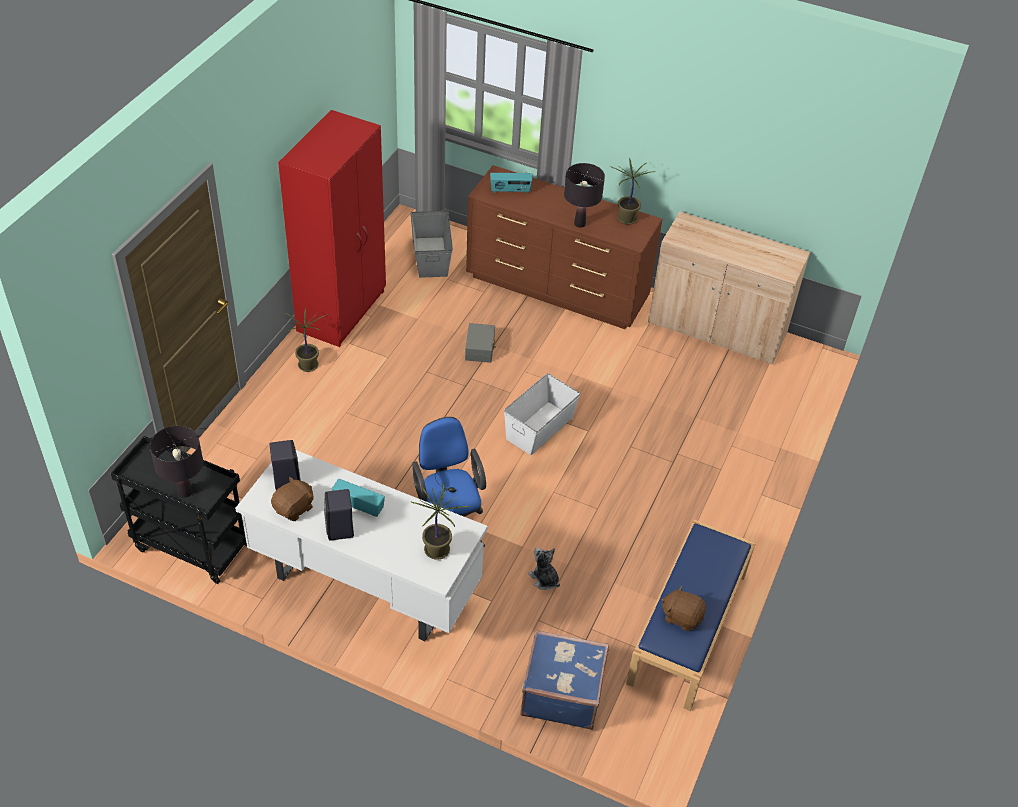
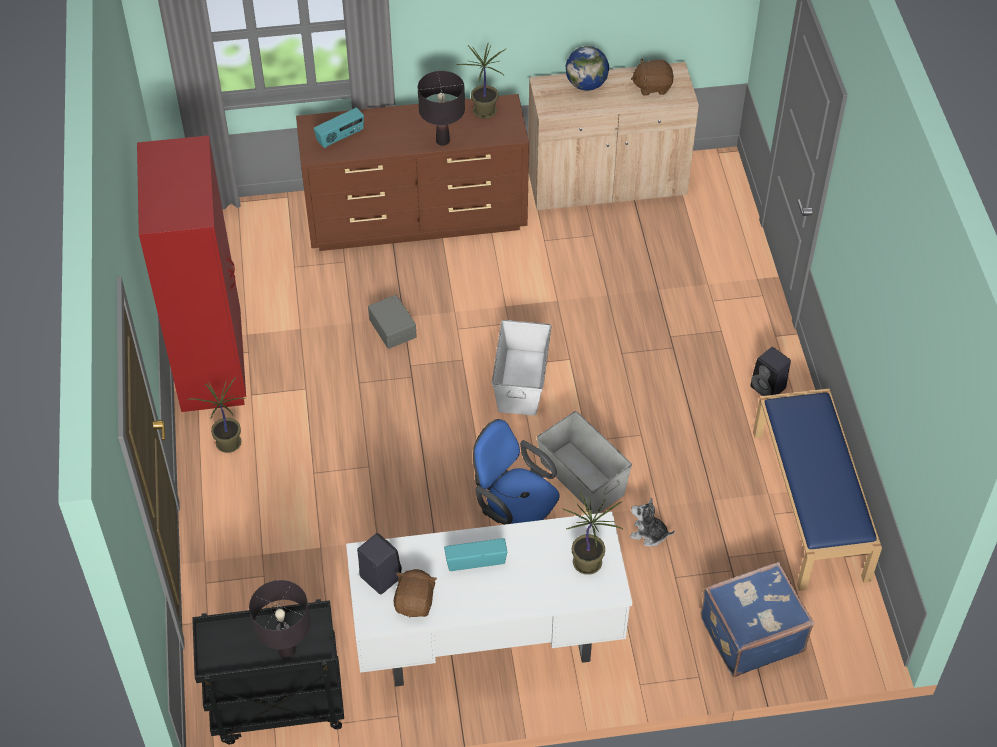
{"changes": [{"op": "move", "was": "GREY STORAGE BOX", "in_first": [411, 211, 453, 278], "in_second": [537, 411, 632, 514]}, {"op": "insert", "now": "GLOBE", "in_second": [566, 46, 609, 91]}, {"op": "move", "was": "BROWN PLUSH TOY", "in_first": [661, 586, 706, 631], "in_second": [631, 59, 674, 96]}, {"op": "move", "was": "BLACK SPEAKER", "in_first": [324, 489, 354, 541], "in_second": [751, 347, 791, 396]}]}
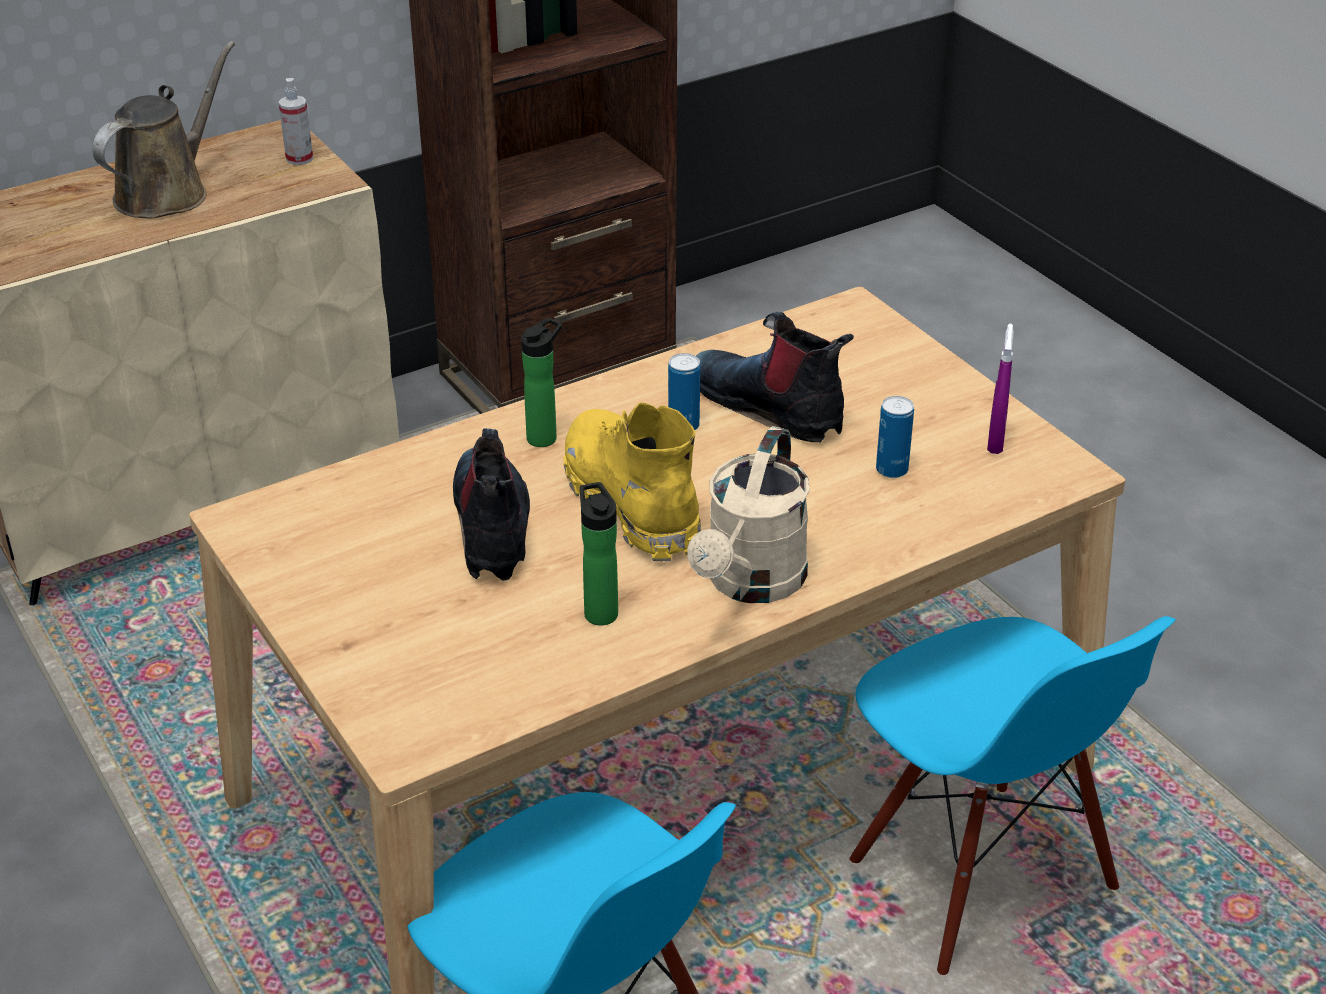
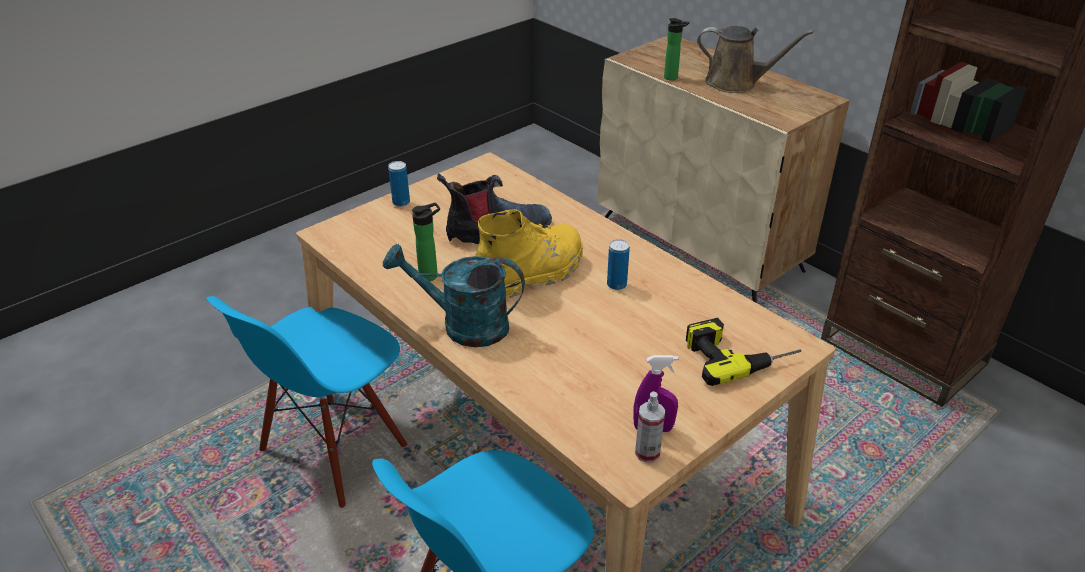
{"changes": [{"op": "recolor", "was": "BEIGE WATERING CAN", "now": "TURQUOISE WATERING CAN", "in_first": [687, 426, 810, 603], "in_second": [383, 244, 525, 347]}, {"op": "move", "was": "CAN", "in_first": [876, 396, 914, 478], "in_second": [388, 161, 410, 207]}, {"op": "move", "was": "SPRAY BOTTLE", "in_first": [279, 78, 313, 165], "in_second": [635, 392, 665, 463]}, {"op": "move", "was": "BOTTLE", "in_first": [521, 318, 562, 447], "in_second": [664, 18, 689, 80]}, {"op": "insert", "now": "POWER DRILL", "in_second": [686, 318, 801, 386]}, {"op": "delete", "was": "BOOT", "in_first": [696, 312, 854, 443]}]}
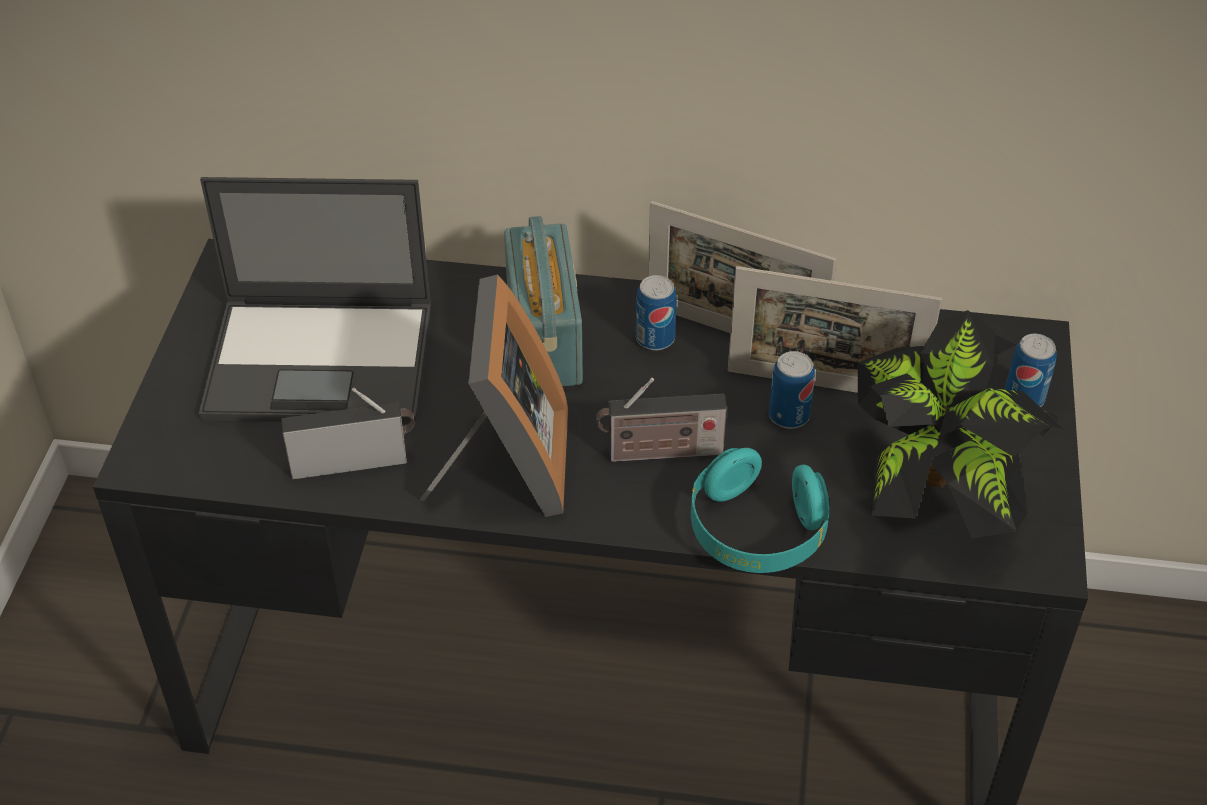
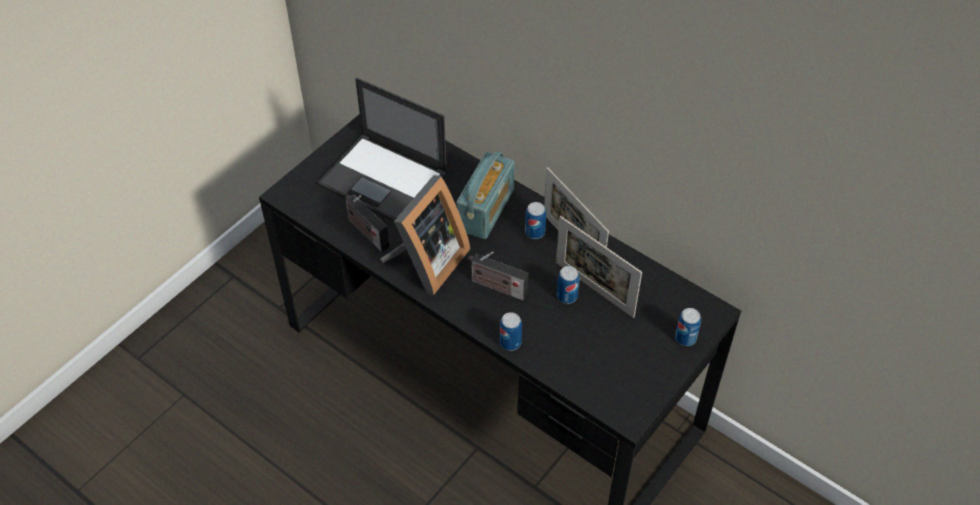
{"changes": [{"op": "rotate", "was": "RADIO", "in_first": [281, 388, 415, 479], "in_second": [345, 194, 390, 252], "clockwise": -150}, {"op": "replace", "was": "TURQUOISE HEADPHONES", "now": "CAN", "in_first": [691, 448, 830, 573], "in_second": [500, 312, 522, 351]}, {"op": "delete", "was": "POTTED PLANT", "in_first": [858, 310, 1063, 539]}]}
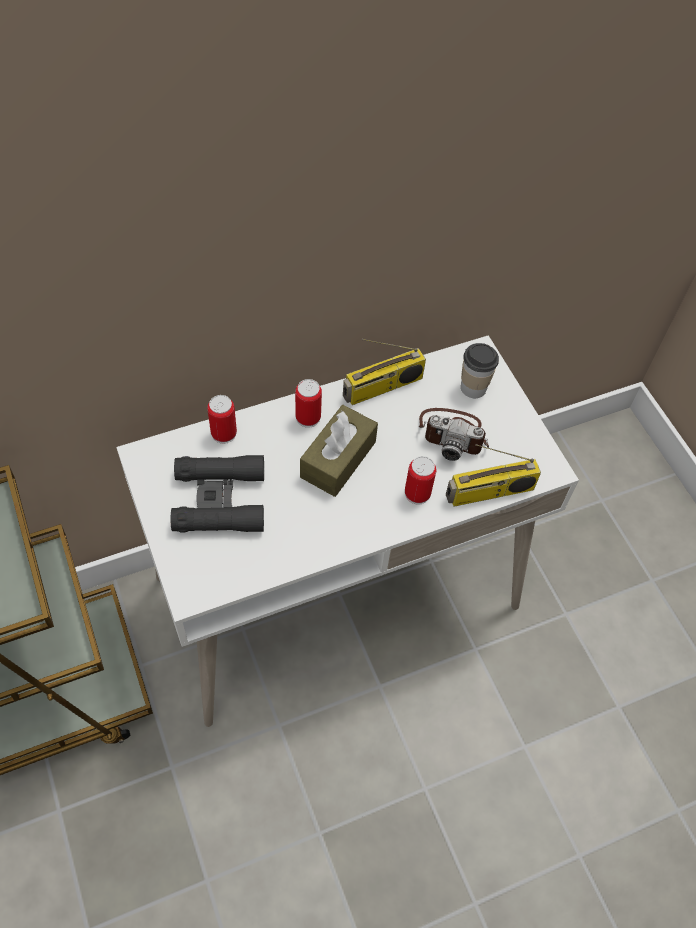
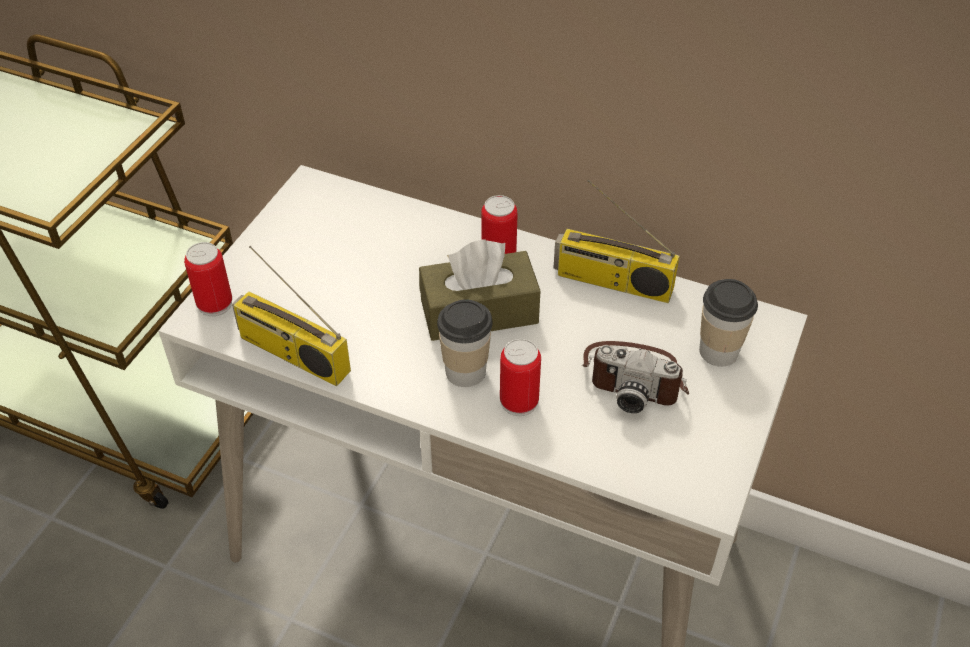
{"changes": [{"op": "move", "was": "CAN", "in_first": [207, 395, 237, 444], "in_second": [184, 242, 232, 316]}, {"op": "move", "was": "RADIO", "in_first": [446, 444, 541, 506], "in_second": [232, 245, 351, 386]}, {"op": "insert", "now": "CUP", "in_second": [437, 299, 493, 387]}, {"op": "rotate", "was": "PHOTO CAMERA", "in_first": [419, 408, 489, 461], "in_second": [582, 341, 689, 413], "clockwise": -45}, {"op": "delete", "was": "BLACK BINOCULARS", "in_first": [171, 455, 264, 533]}]}
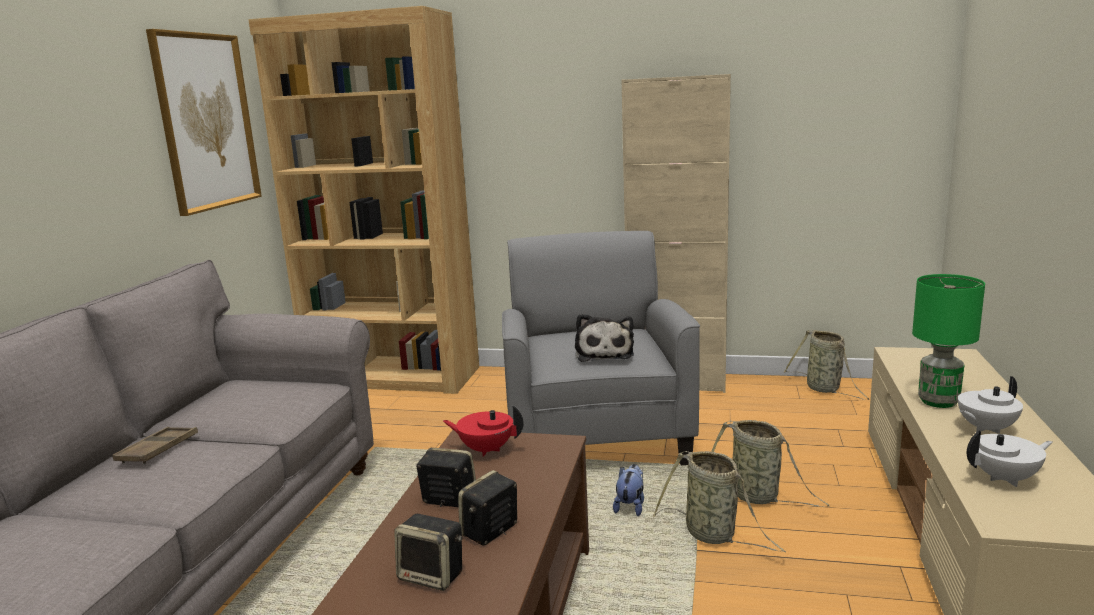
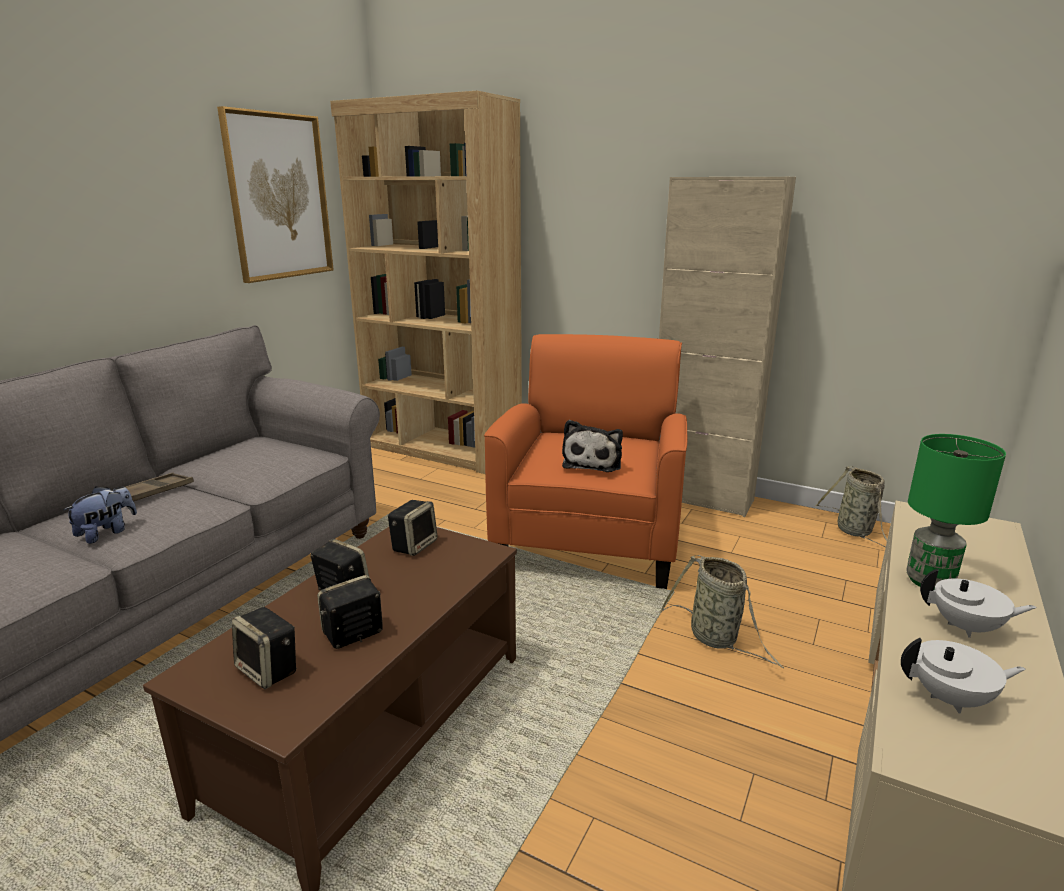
{"changes": [{"op": "move", "was": "PLUSH TOY", "in_first": [613, 464, 644, 516], "in_second": [64, 486, 137, 544]}, {"op": "replace", "was": "RED TEAPOT", "now": "SPEAKER", "in_first": [443, 405, 524, 456], "in_second": [388, 500, 437, 556]}, {"op": "recolor", "was": "GREY ARMCHAIR", "now": "ORANGE ARMCHAIR", "in_first": [502, 231, 700, 465], "in_second": [484, 334, 687, 589]}, {"op": "rotate", "was": "WHITE TEAPOT", "in_first": [958, 376, 1023, 434], "in_second": [920, 569, 1037, 638], "clockwise": -150}, {"op": "delete", "was": "BASKET", "in_first": [653, 451, 786, 553]}]}
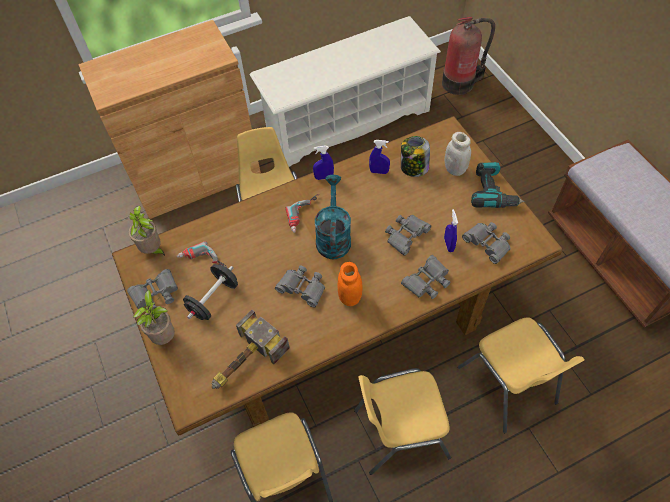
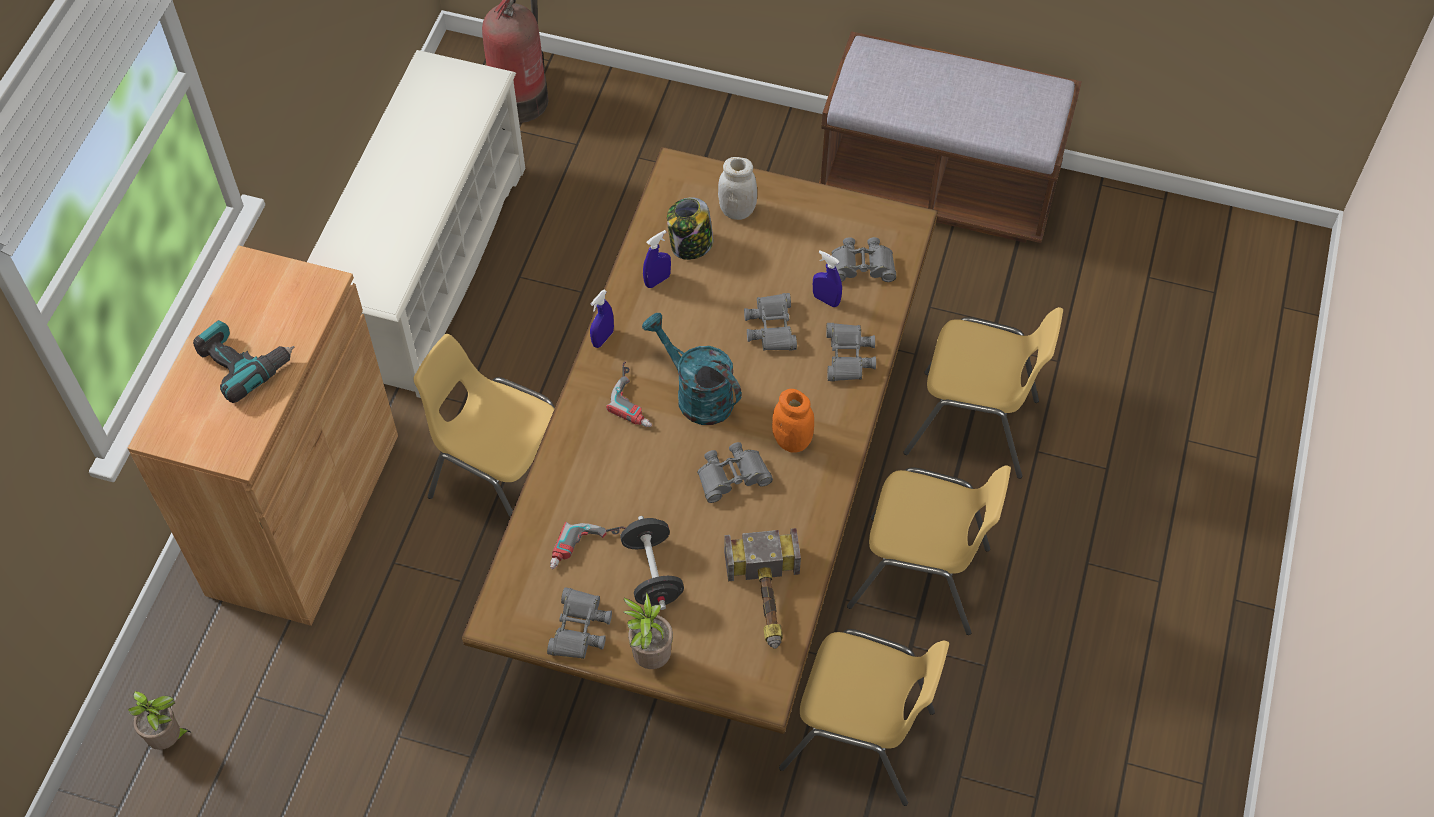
{"changes": [{"op": "move", "was": "POTTED PLANT", "in_first": [129, 206, 165, 256], "in_second": [128, 691, 192, 750]}, {"op": "move", "was": "POWER DRILL", "in_first": [471, 162, 524, 208], "in_second": [193, 320, 295, 403]}, {"op": "rotate", "was": "YELLOW CHAIR", "in_first": [354, 368, 451, 475], "in_second": [847, 465, 1011, 635], "clockwise": -105}]}
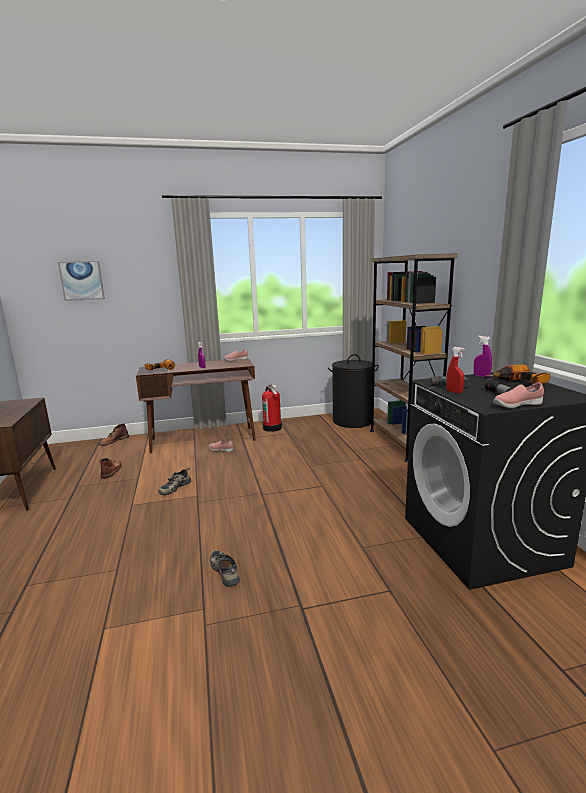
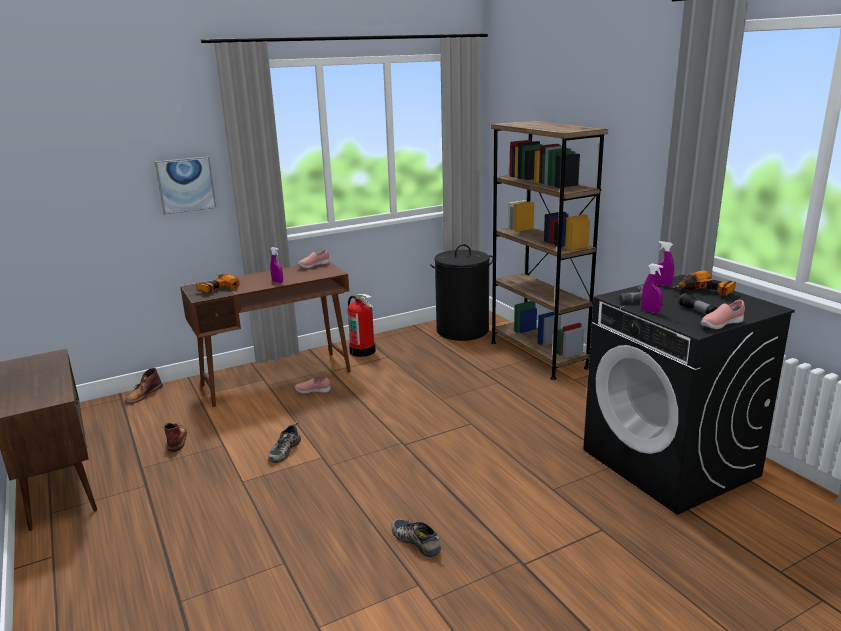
{"changes": [{"op": "move", "was": "PICTURE", "in_first": [58, 261, 105, 301], "in_second": [155, 157, 216, 215]}, {"op": "recolor", "was": "RED SPRAY BOTTLE", "now": "PURPLE SPRAY BOTTLE", "in_first": [446, 347, 464, 394], "in_second": [641, 264, 663, 313]}]}
